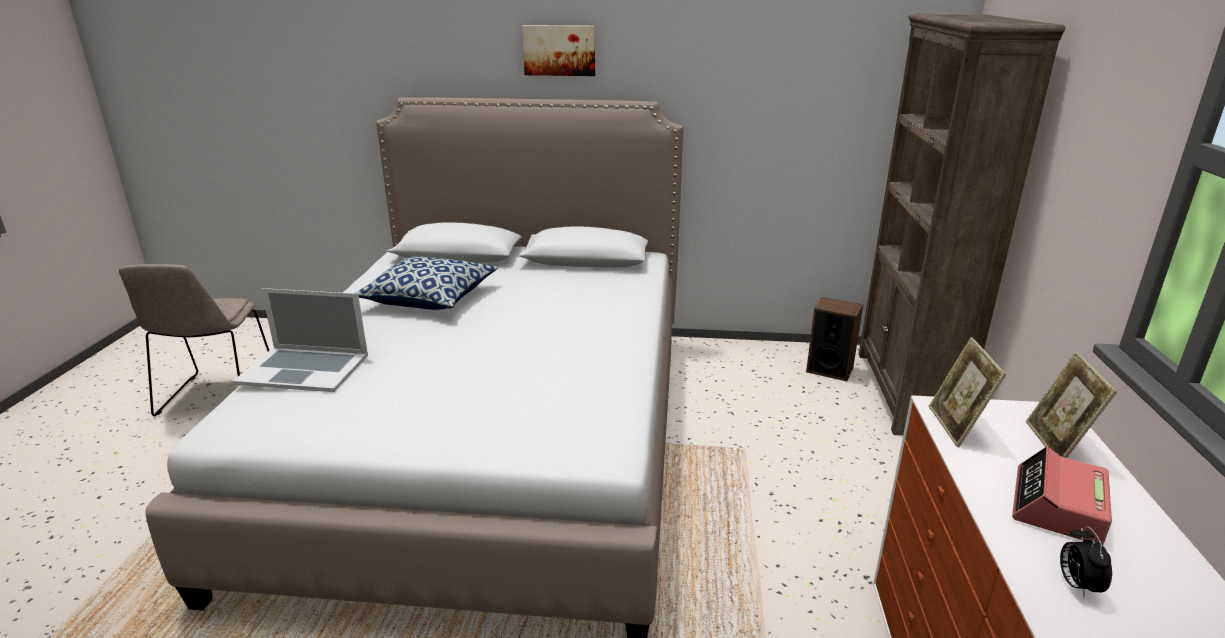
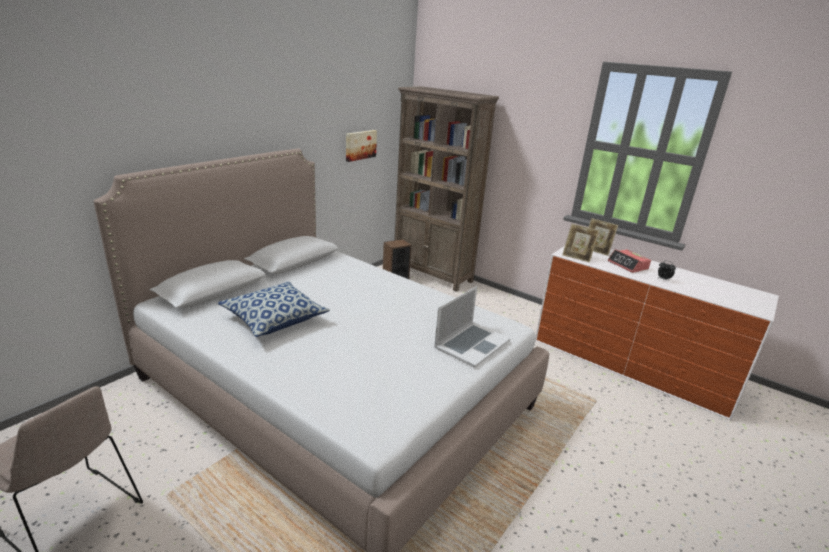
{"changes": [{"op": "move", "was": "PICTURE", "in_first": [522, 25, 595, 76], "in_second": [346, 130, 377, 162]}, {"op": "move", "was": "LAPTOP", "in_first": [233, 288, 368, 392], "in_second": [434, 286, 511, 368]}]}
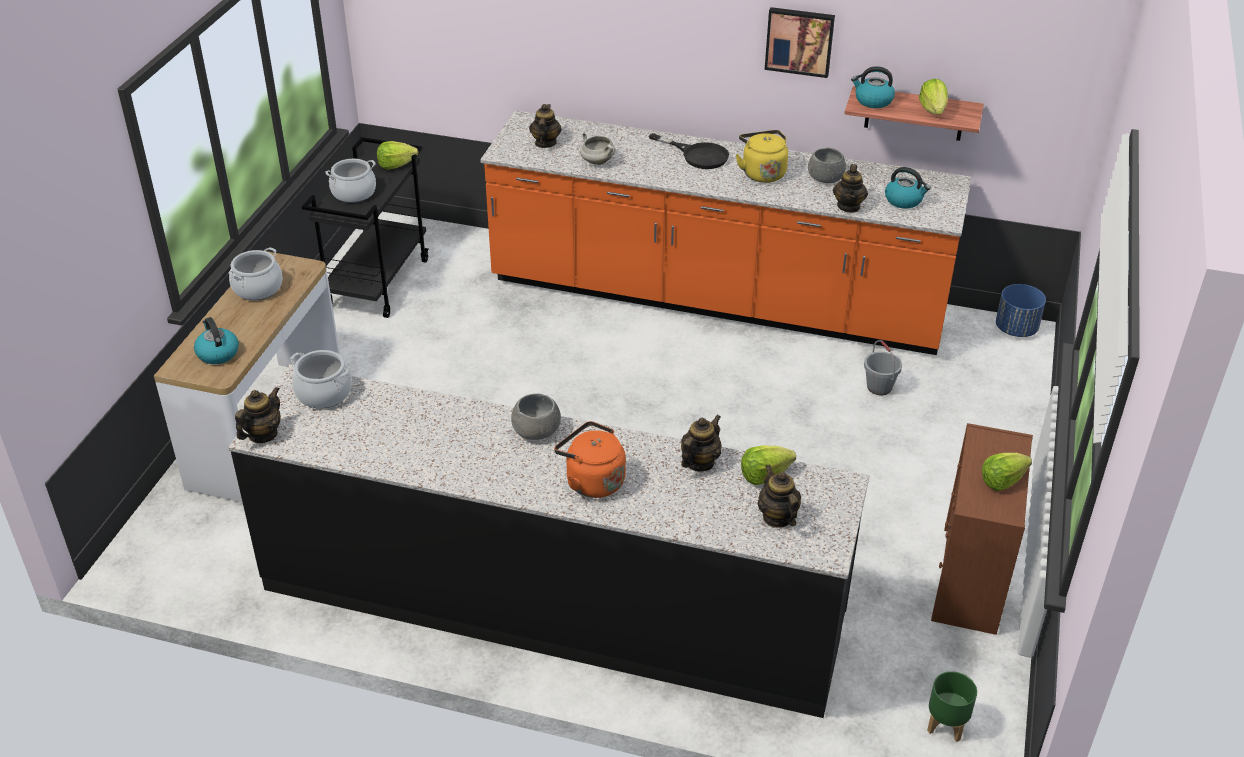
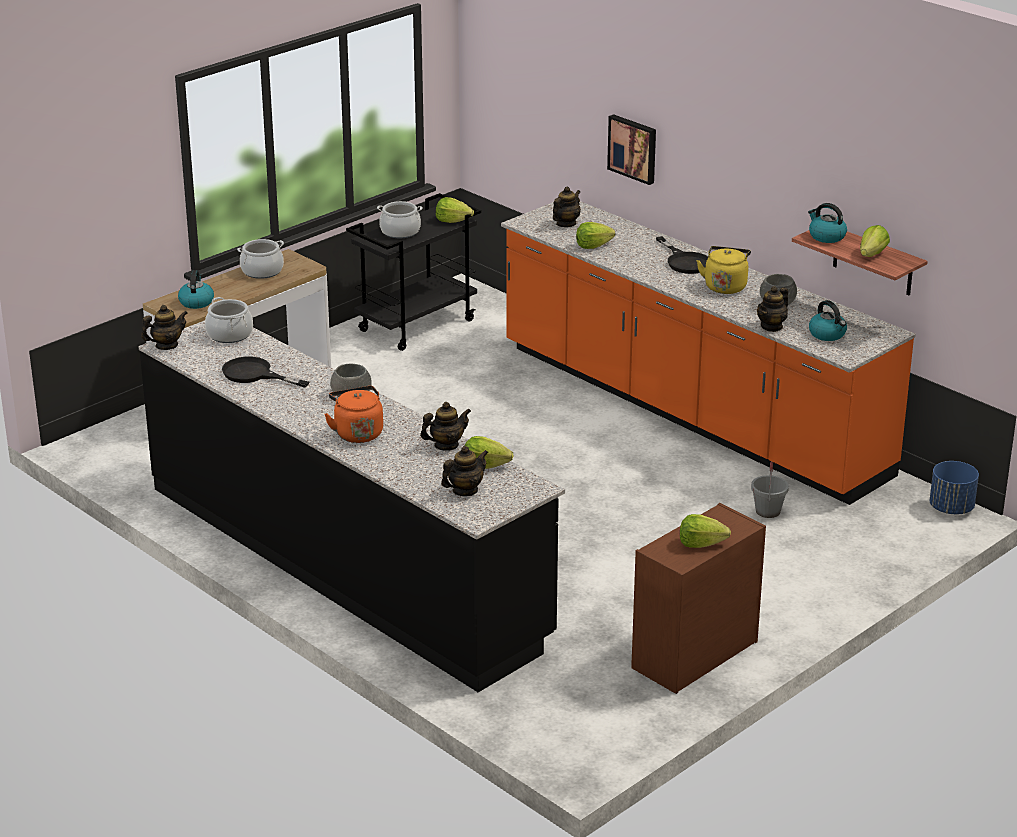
{"changes": [{"op": "insert", "now": "BLACK FRYING PAN", "in_second": [222, 357, 309, 388]}, {"op": "rotate", "was": "TEAPOT", "in_first": [758, 465, 801, 528], "in_second": [441, 446, 488, 496], "clockwise": 45}, {"op": "replace", "was": "WHITE COOKING POT", "now": "LETTUCE", "in_first": [580, 132, 615, 165], "in_second": [576, 222, 615, 249]}, {"op": "move", "was": "PICTURE", "in_first": [765, 7, 835, 78], "in_second": [607, 114, 656, 185]}, {"op": "delete", "was": "GREEN PLANTER", "in_first": [927, 671, 977, 742]}]}
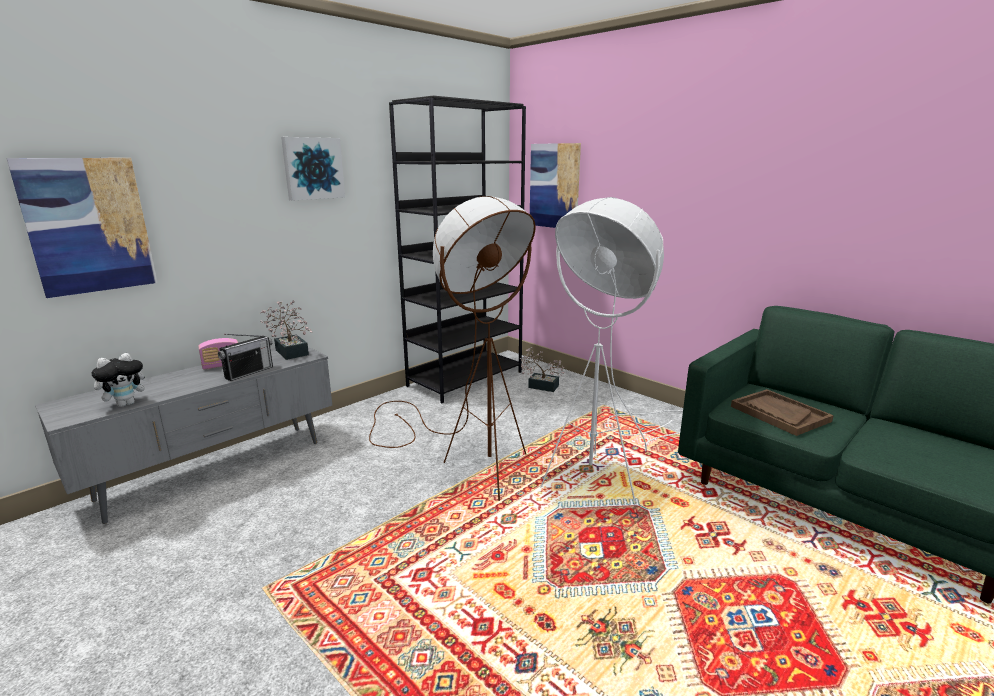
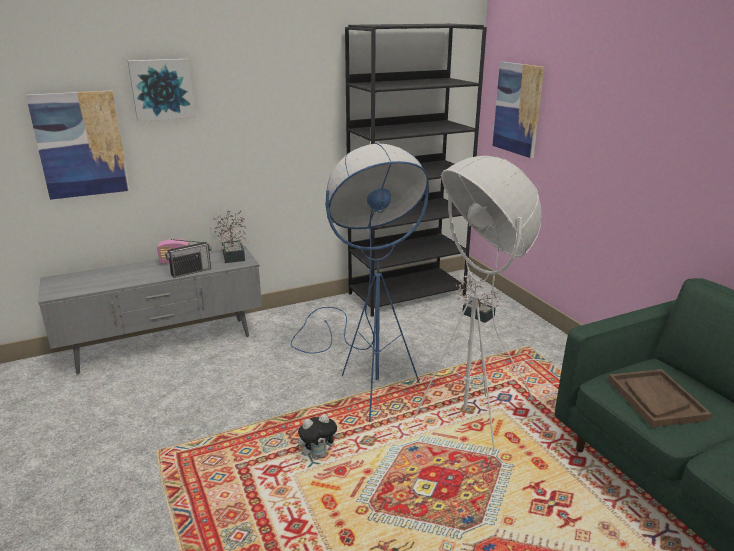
{"changes": [{"op": "move", "was": "PICTURE", "in_first": [281, 137, 345, 201], "in_second": [128, 59, 196, 122]}, {"op": "recolor", "was": "BROWN FLOOR LAMP", "now": "BLUE FLOOR LAMP", "in_first": [369, 196, 536, 501], "in_second": [291, 143, 429, 422]}, {"op": "move", "was": "PLUSH TOY", "in_first": [91, 353, 152, 407], "in_second": [298, 414, 340, 460]}]}
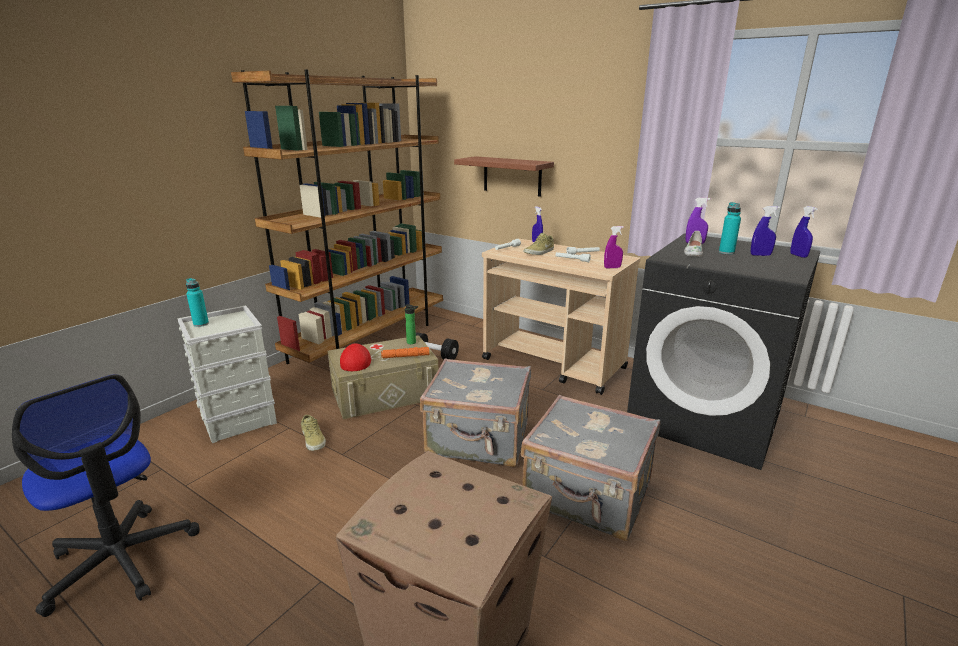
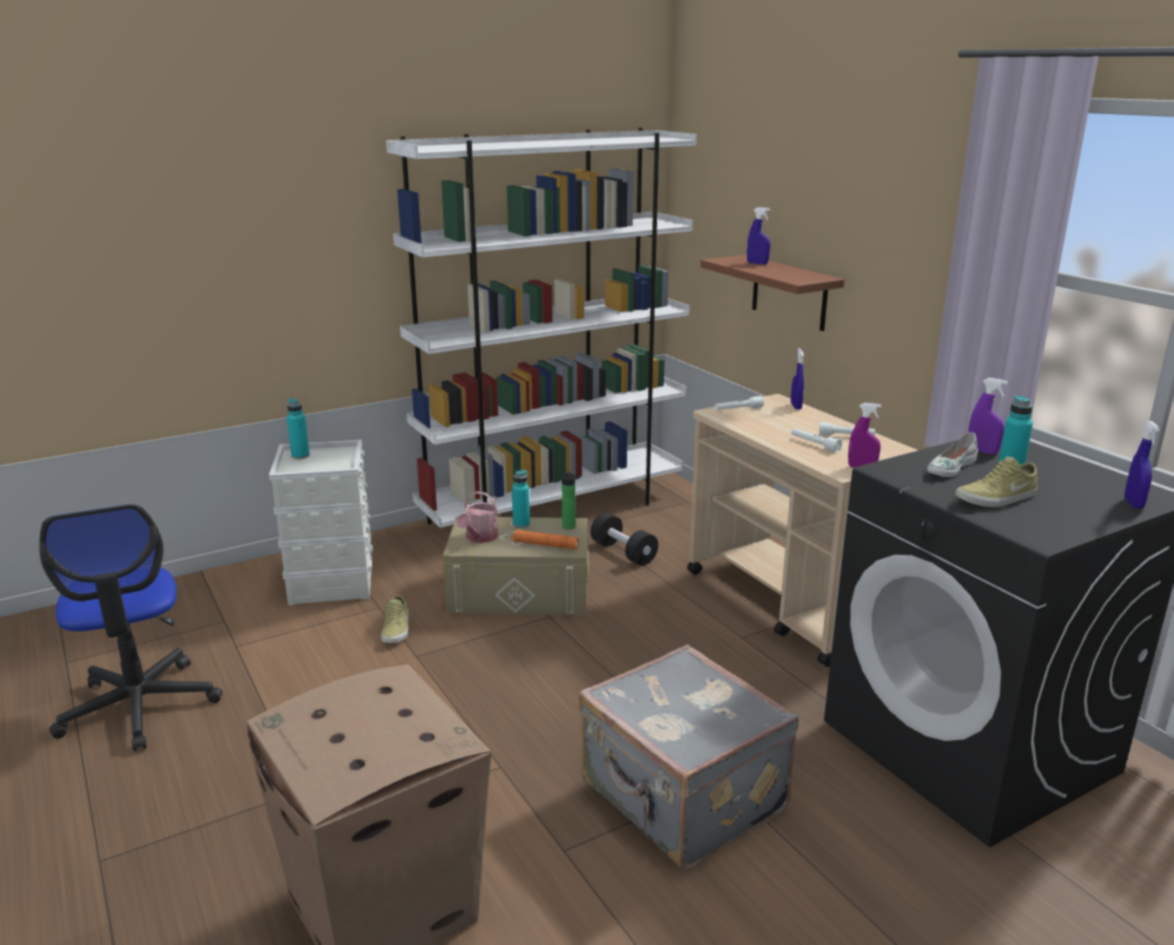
{"changes": [{"op": "recolor", "was": "BROWN BOOKCASE", "now": "WHITE BOOKCASE", "in_first": [231, 70, 443, 364], "in_second": [386, 128, 697, 528]}, {"op": "replace", "was": "RED CAP", "now": "WATERING CAN", "in_first": [340, 344, 371, 371], "in_second": [457, 491, 498, 543]}, {"op": "insert", "now": "TURQUOISE BOTTLE", "in_second": [512, 470, 530, 528]}, {"op": "move", "was": "BLUE SPRAY BOTTLE", "in_first": [751, 206, 780, 256], "in_second": [747, 207, 770, 265]}, {"op": "move", "was": "BEIGE SHOE", "in_first": [524, 233, 554, 255], "in_second": [955, 457, 1038, 507]}, {"op": "delete", "was": "GREY SUITCASE", "in_first": [420, 358, 531, 467]}]}
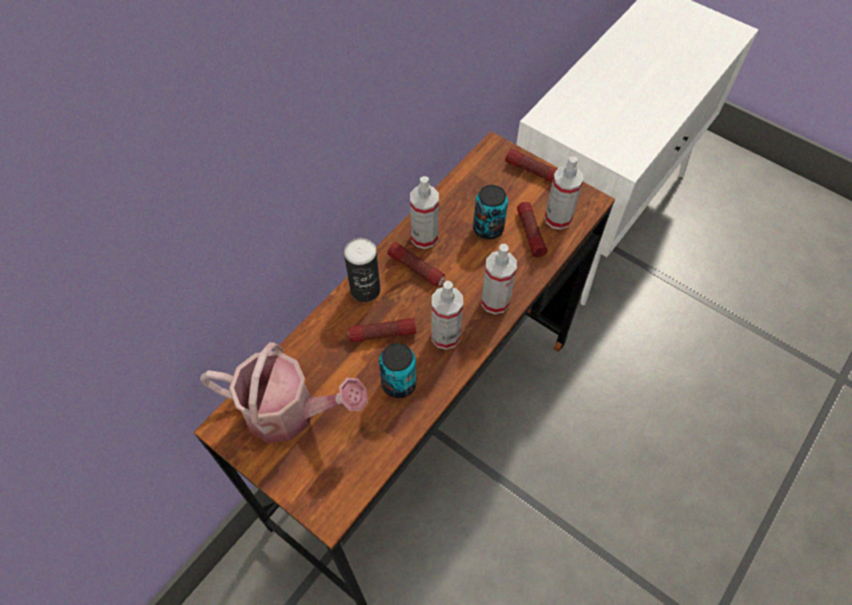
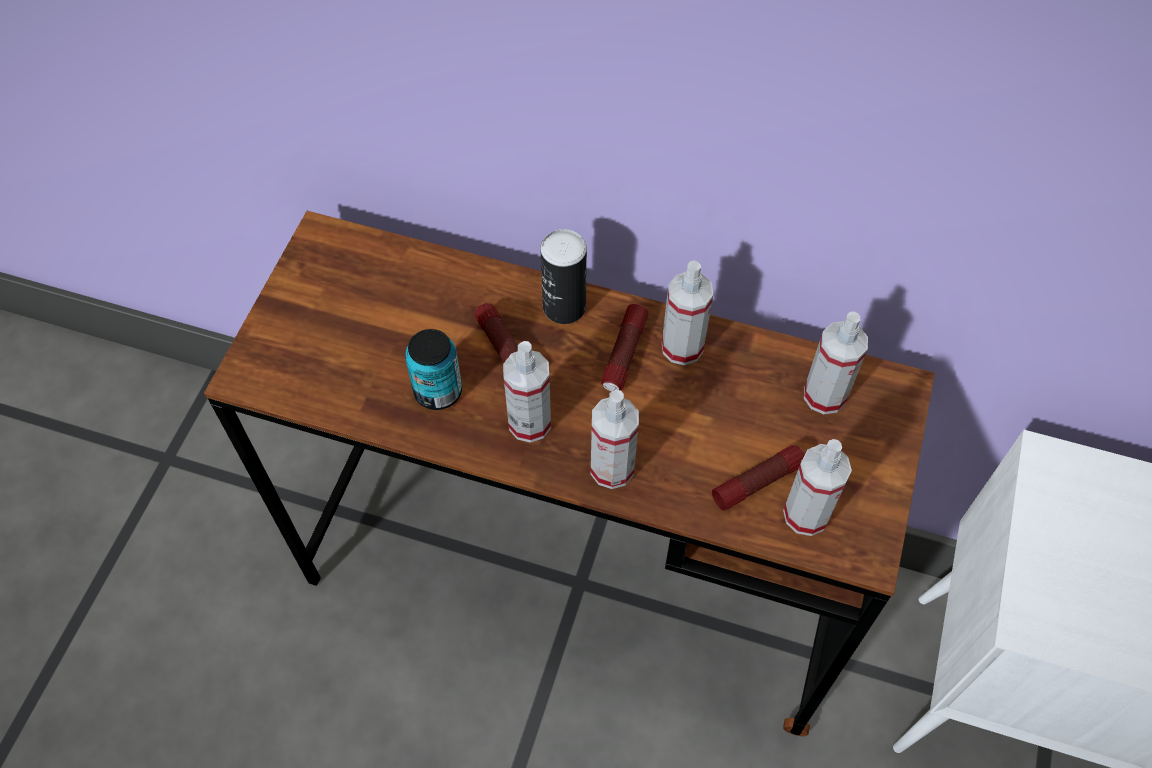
{"changes": [{"op": "insert", "now": "SPRAY BOTTLE", "in_second": [804, 311, 868, 414]}, {"op": "delete", "was": "WATERING CAN", "in_first": [200, 342, 368, 443]}, {"op": "delete", "was": "CAN", "in_first": [473, 185, 508, 239]}, {"op": "delete", "was": "FLASHLIGHT", "in_first": [505, 149, 557, 182]}]}
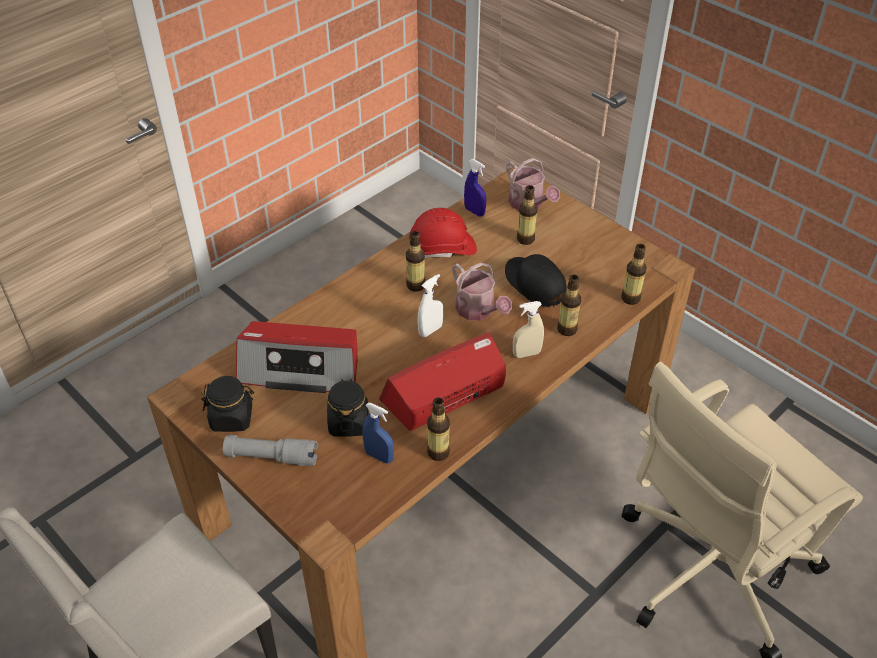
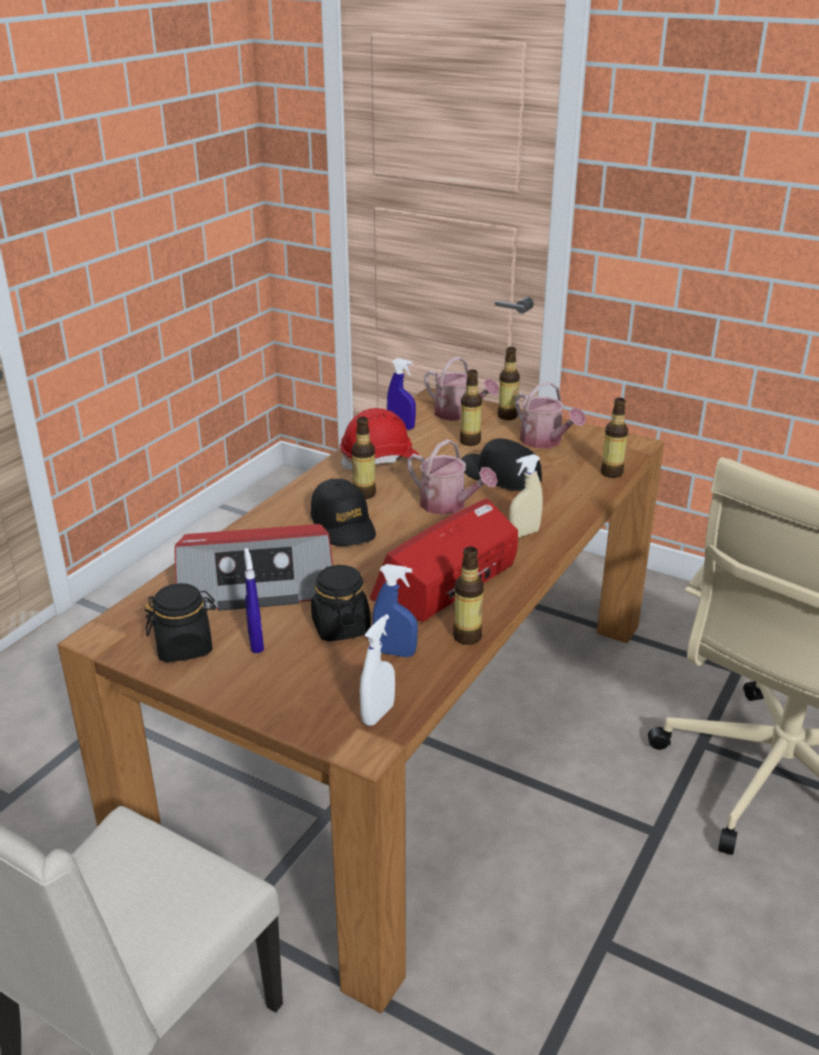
{"changes": [{"op": "insert", "now": "BLUE SPRAY BOTTLE", "in_second": [244, 548, 264, 653]}, {"op": "insert", "now": "BLACK CAP", "in_second": [310, 479, 376, 546]}, {"op": "move", "was": "WHITE SPRAY BOTTLE", "in_first": [417, 274, 443, 337], "in_second": [360, 614, 395, 726]}, {"op": "move", "was": "BOTTLE", "in_first": [557, 275, 581, 336], "in_second": [498, 347, 520, 420]}, {"op": "insert", "now": "WATERING CAN", "in_second": [515, 381, 586, 448]}, {"op": "delete", "was": "GREY FLASHLIGHT", "in_first": [223, 435, 318, 466]}]}
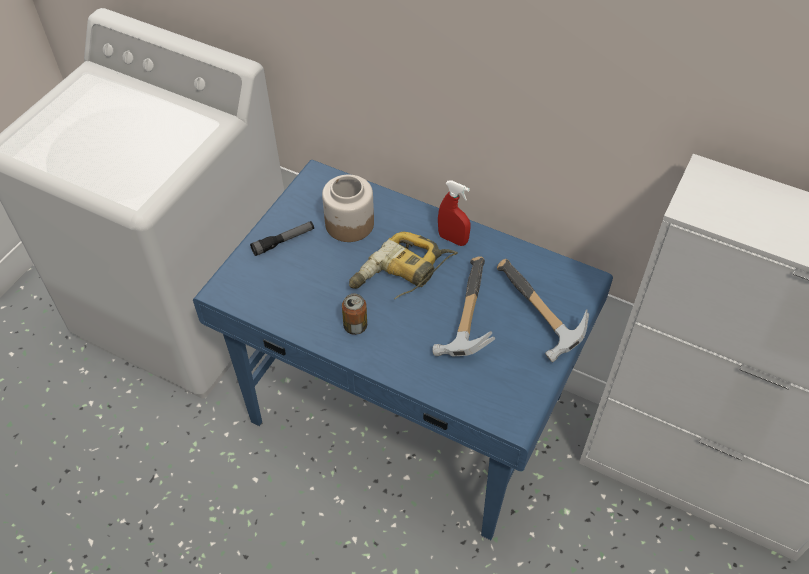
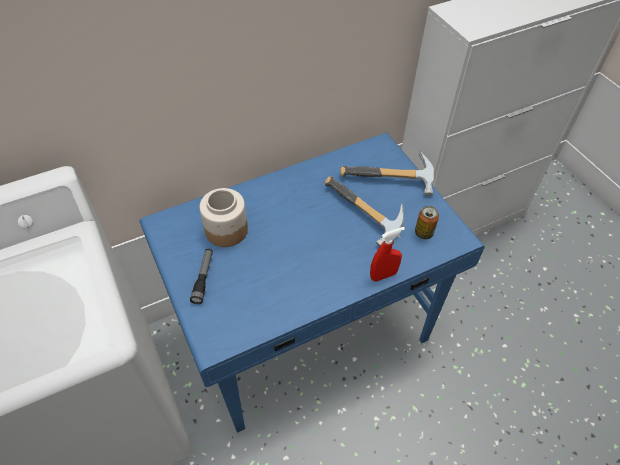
{"changes": [{"op": "move", "was": "RED SPRAY BOTTLE", "in_first": [438, 180, 471, 246], "in_second": [370, 227, 405, 282]}, {"op": "move", "was": "CAN", "in_first": [342, 294, 367, 335], "in_second": [415, 206, 439, 239]}, {"op": "delete", "was": "POWER DRILL", "in_first": [349, 232, 458, 299]}]}
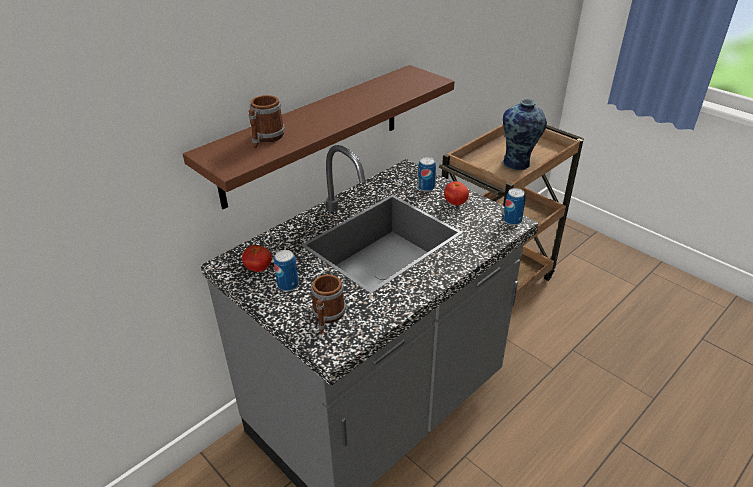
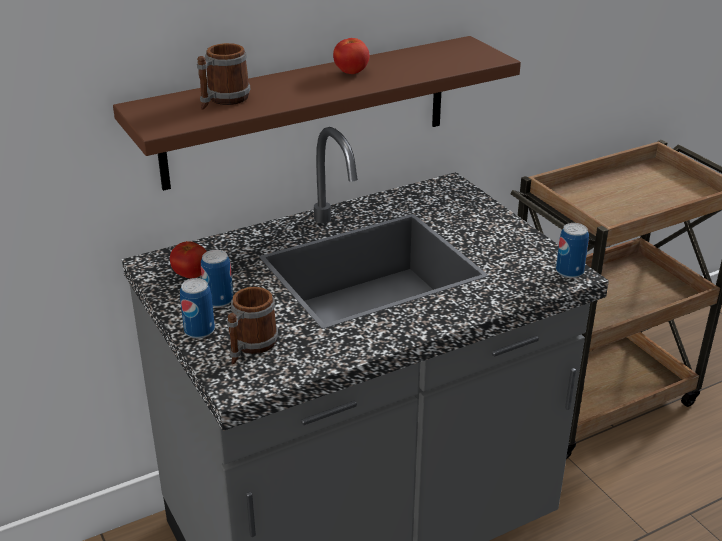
{"changes": [{"op": "move", "was": "CAN", "in_first": [418, 157, 436, 192], "in_second": [180, 278, 215, 339]}, {"op": "move", "was": "TOMATO", "in_first": [444, 181, 469, 206], "in_second": [333, 38, 370, 74]}, {"op": "delete", "was": "VASE", "in_first": [503, 99, 547, 170]}]}
